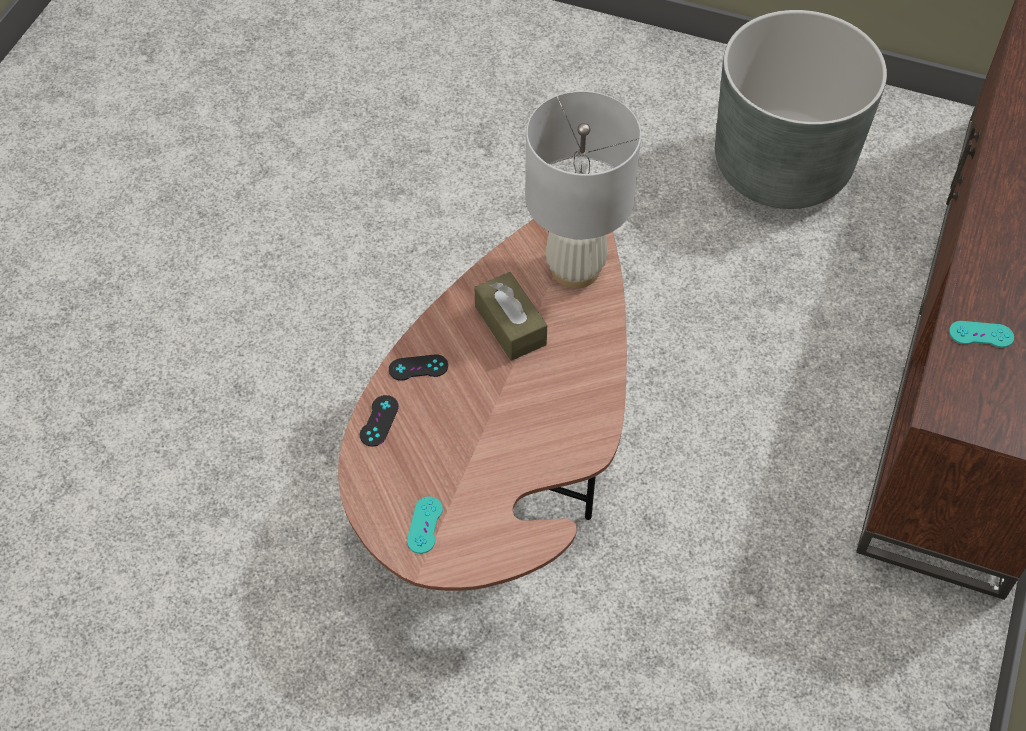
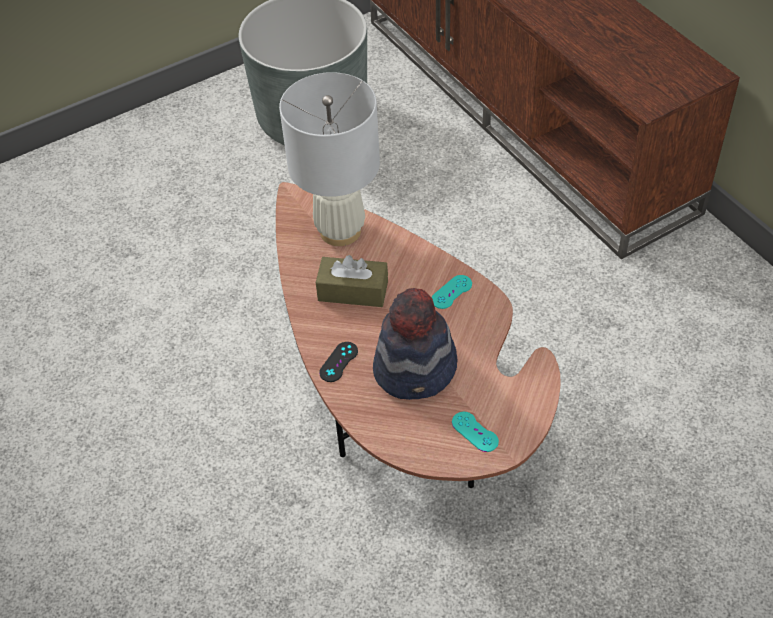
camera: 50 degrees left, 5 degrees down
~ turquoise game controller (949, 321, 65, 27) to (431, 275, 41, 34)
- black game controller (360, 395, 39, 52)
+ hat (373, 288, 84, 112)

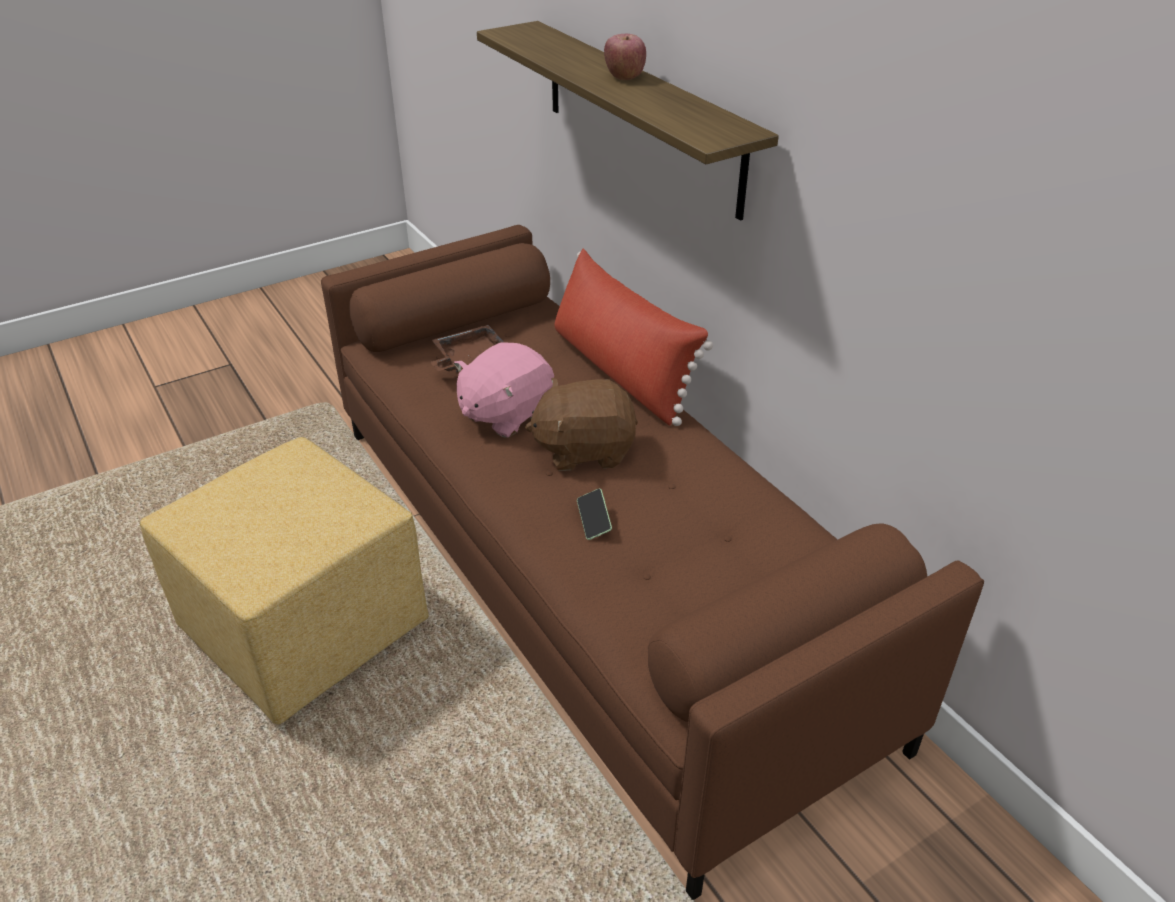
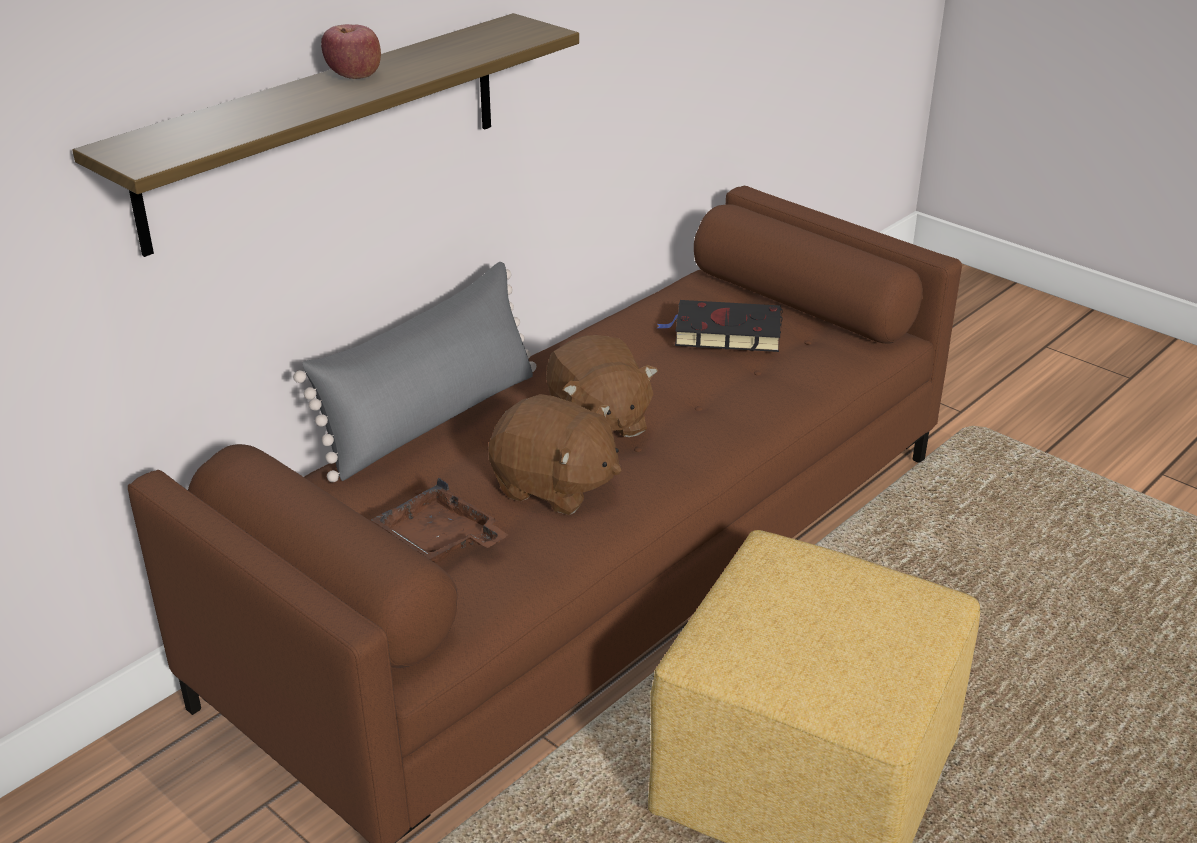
camera: 105 degrees left, 5 degrees down
~ red pillow (555, 249, 158, 177) to grey pillow (293, 262, 243, 220)
~ pink plush toy (454, 342, 100, 96) to brown plush toy (488, 394, 134, 121)
- phone (577, 489, 35, 51)
+ black book (658, 300, 125, 52)

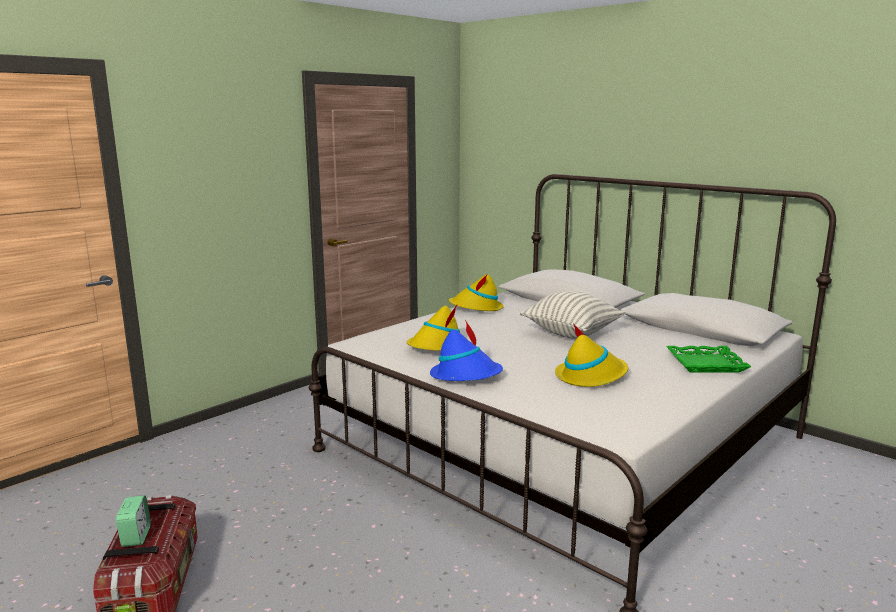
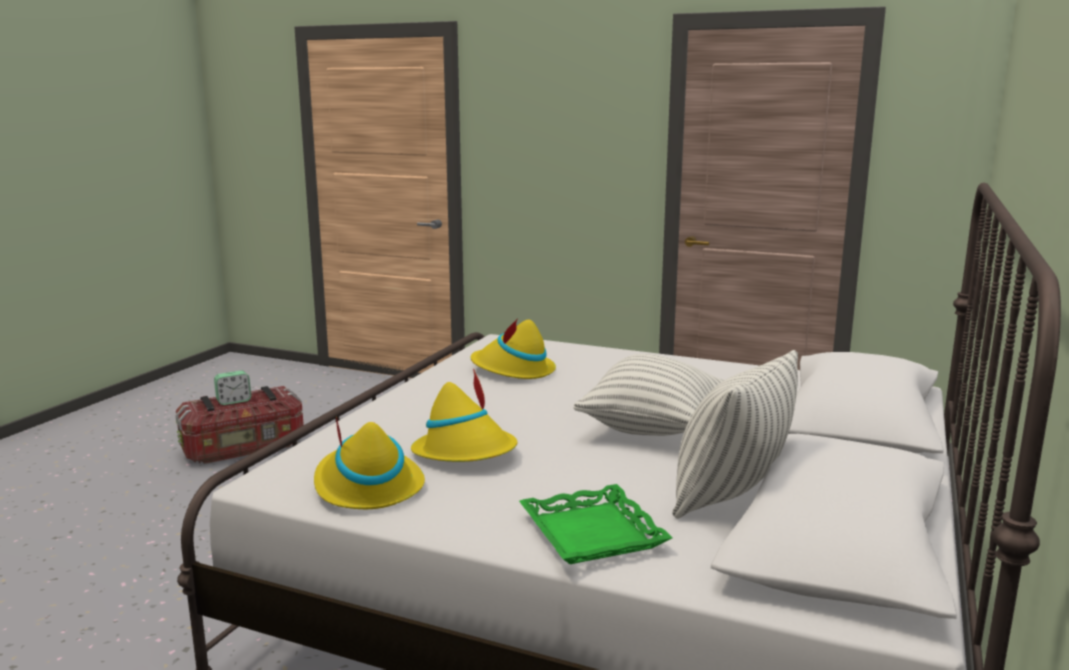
camera: 70 degrees right, 0 degrees up
~ yellow hat (449, 274, 55, 37) to (314, 417, 111, 92)
- blue hat (430, 320, 73, 61)
+ pillow (672, 350, 126, 169)

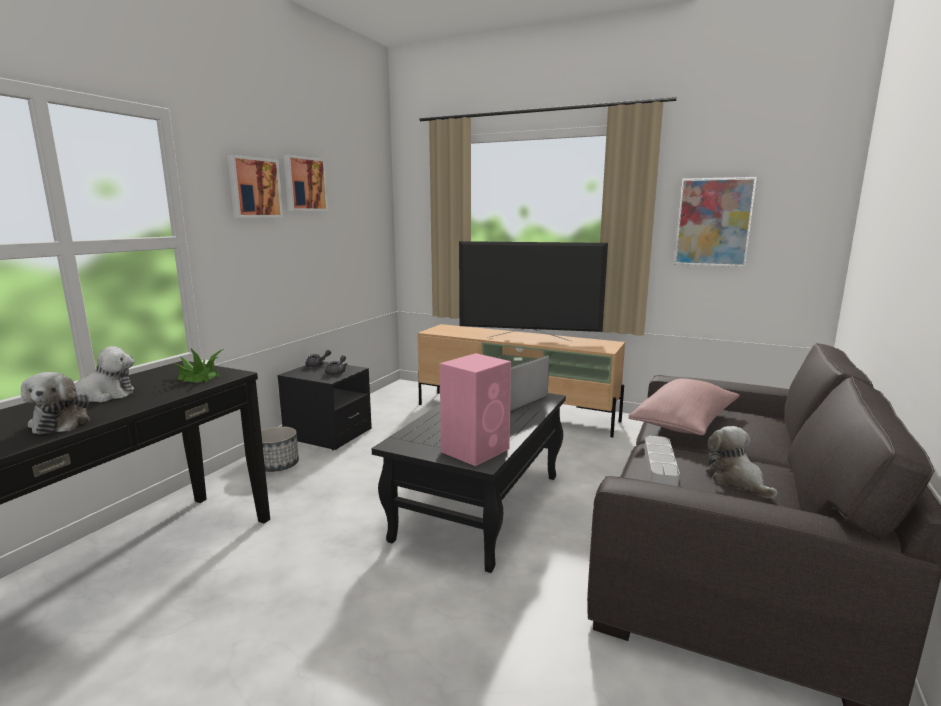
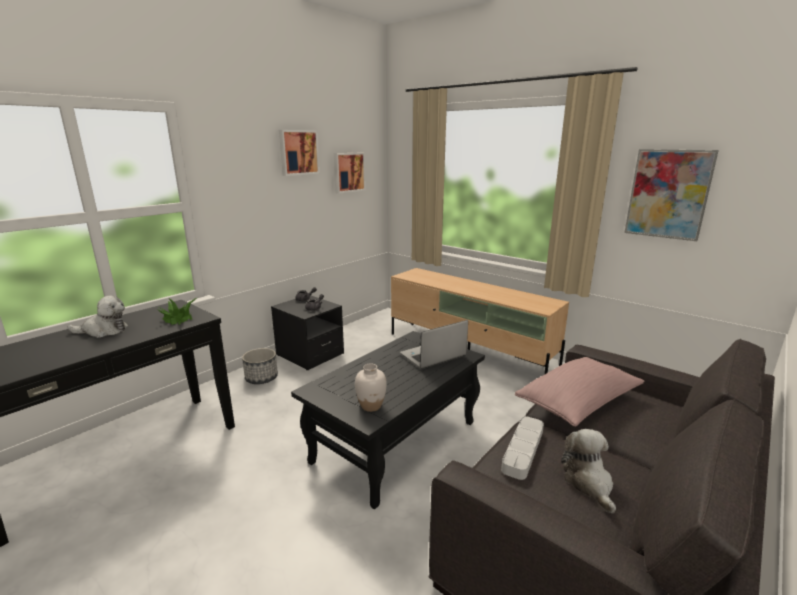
camera: 15 degrees right, 5 degrees up
~ picture (227, 155, 56, 63) to (334, 153, 32, 40)
- television (459, 241, 149, 101)
~ pink speaker (440, 353, 71, 113) to white vase (355, 363, 31, 49)
- plush toy (21, 372, 69, 62)

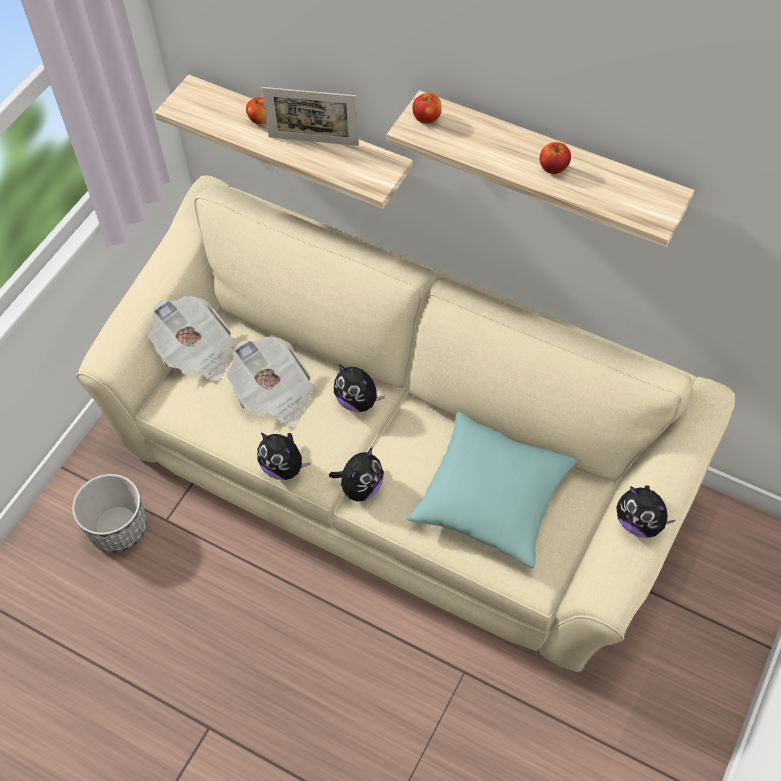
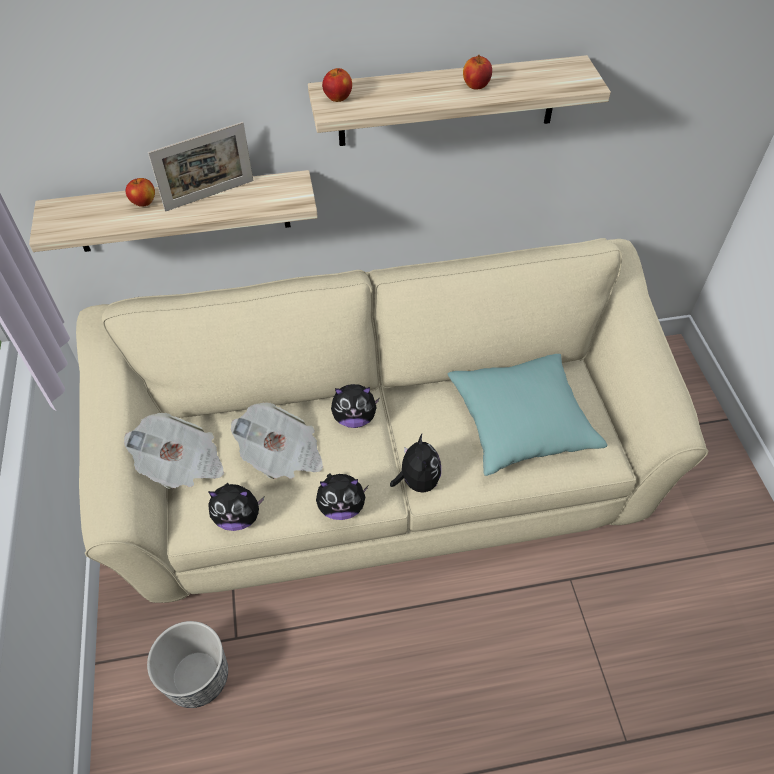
camera: 40 degrees left, 5 degrees down
~ plush toy (616, 486, 59, 52) to (208, 483, 56, 48)

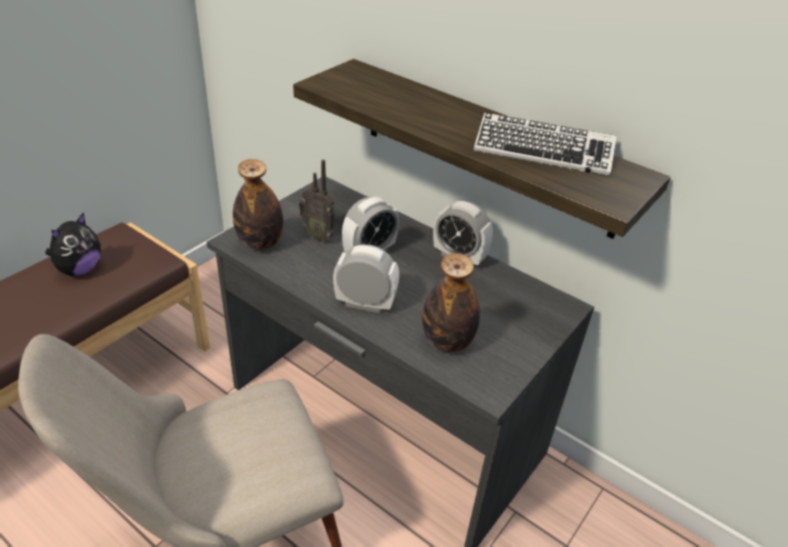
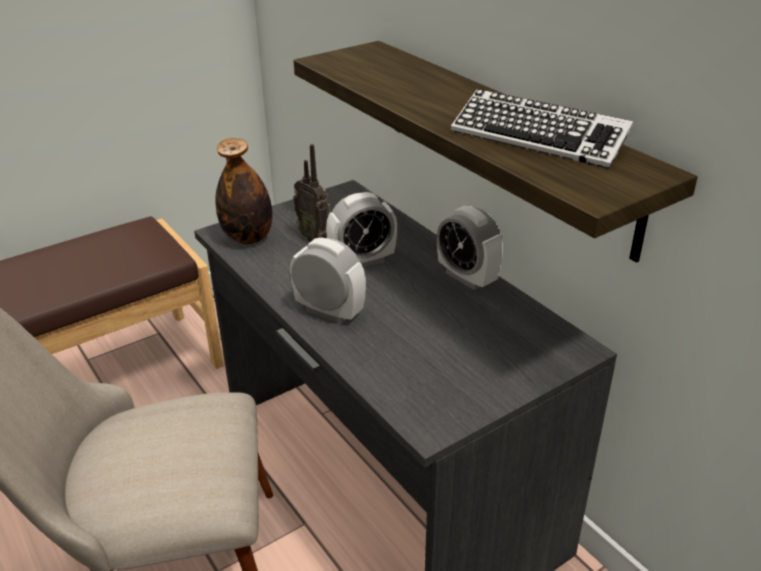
camera: 20 degrees right, 5 degrees down
- plush toy (45, 212, 56, 64)
- bottle (422, 253, 58, 99)

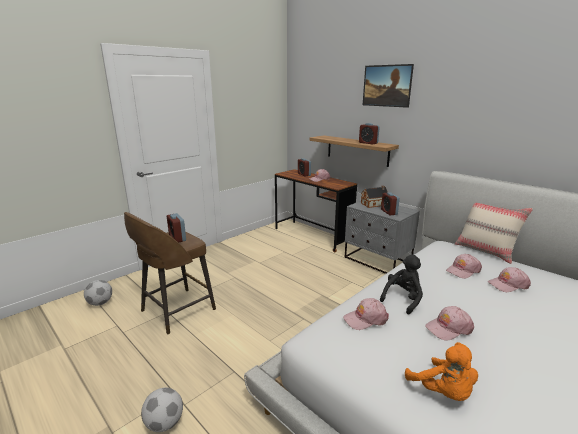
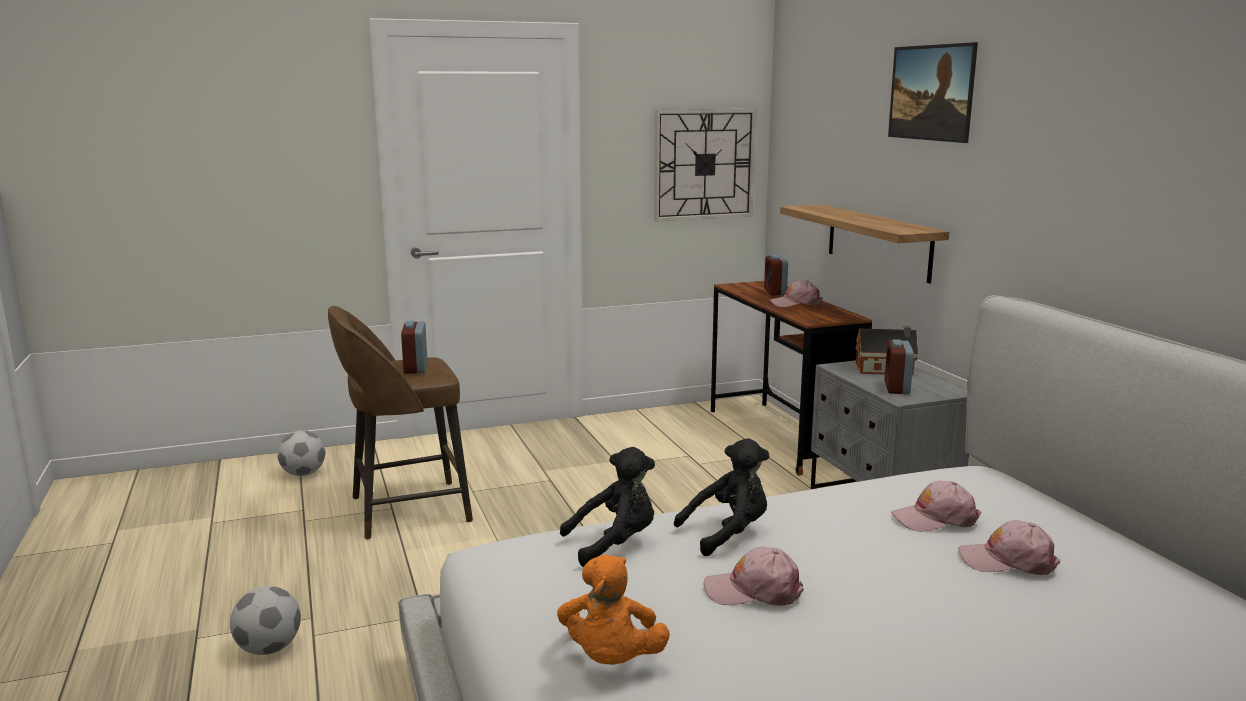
camera: 25 degrees right, 5 degrees down
- alarm clock (359, 123, 21, 22)
- beige pillow (455, 203, 78, 61)
~ pink cap (343, 298, 46, 32) to black plush toy (560, 447, 95, 120)
+ wall clock (654, 109, 103, 113)

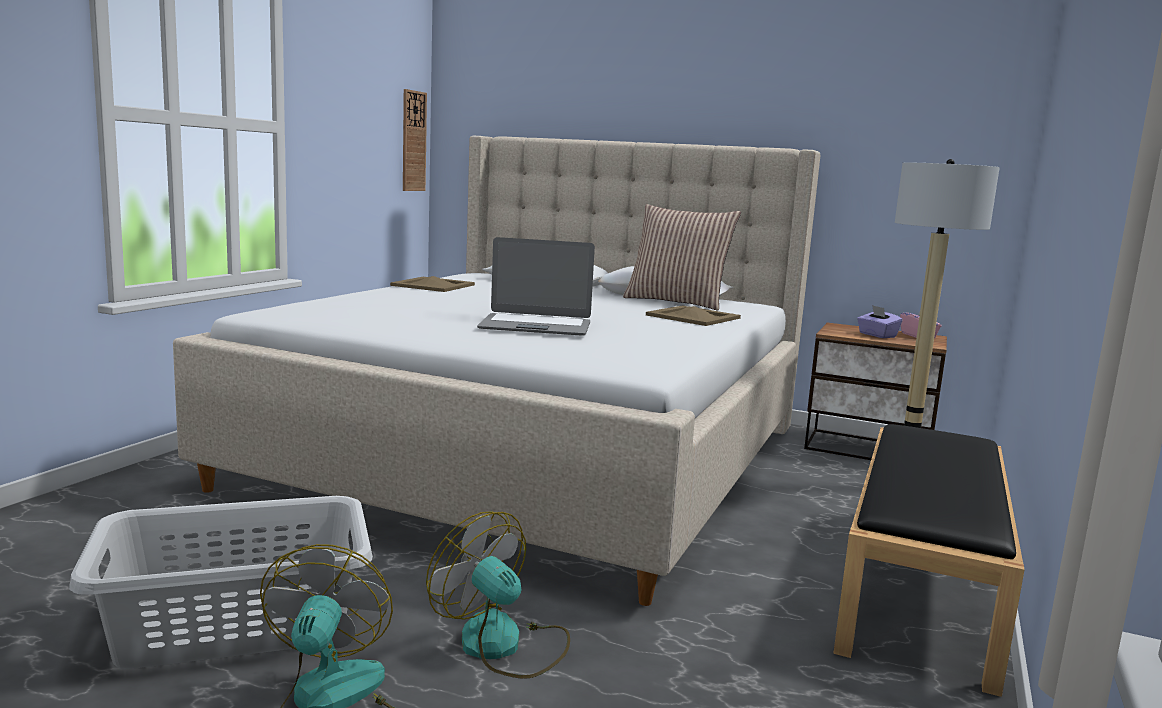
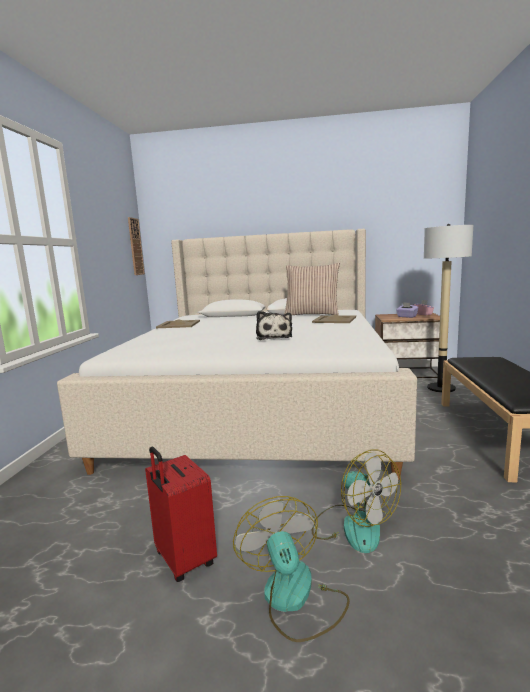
camera: 15 degrees left, 0 degrees up
~ laptop (477, 237, 118, 99) to plush toy (256, 311, 36, 29)
~ grey laundry basket (69, 496, 304, 173) to red suitcase (145, 447, 72, 135)
~ fan (426, 511, 144, 168) = (312, 449, 89, 104) 150 degrees counterclockwise

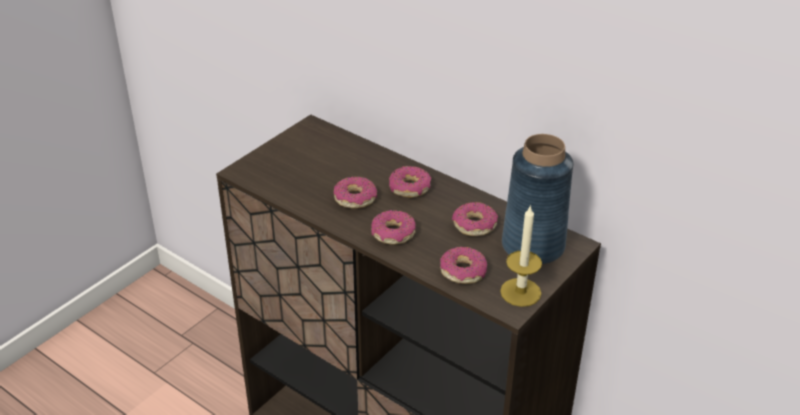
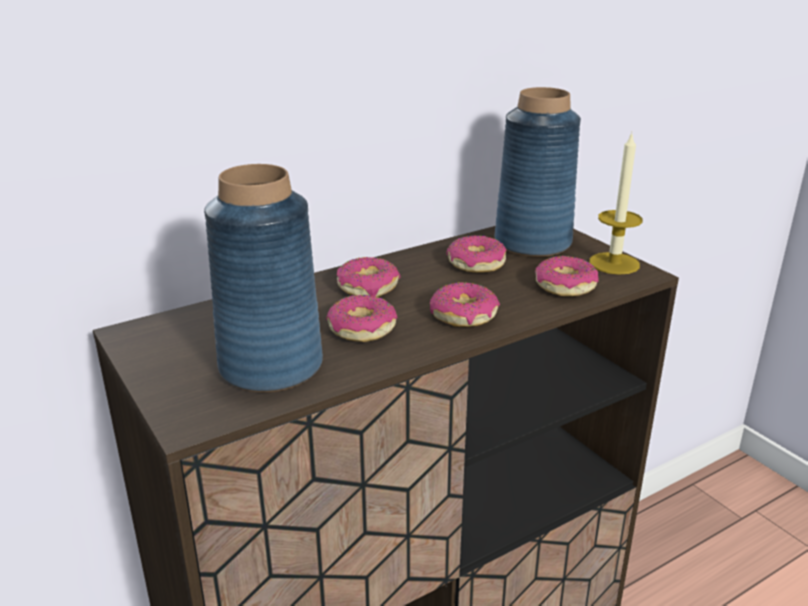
camera: 70 degrees left, 10 degrees down
+ blue vase (204, 164, 119, 228)

